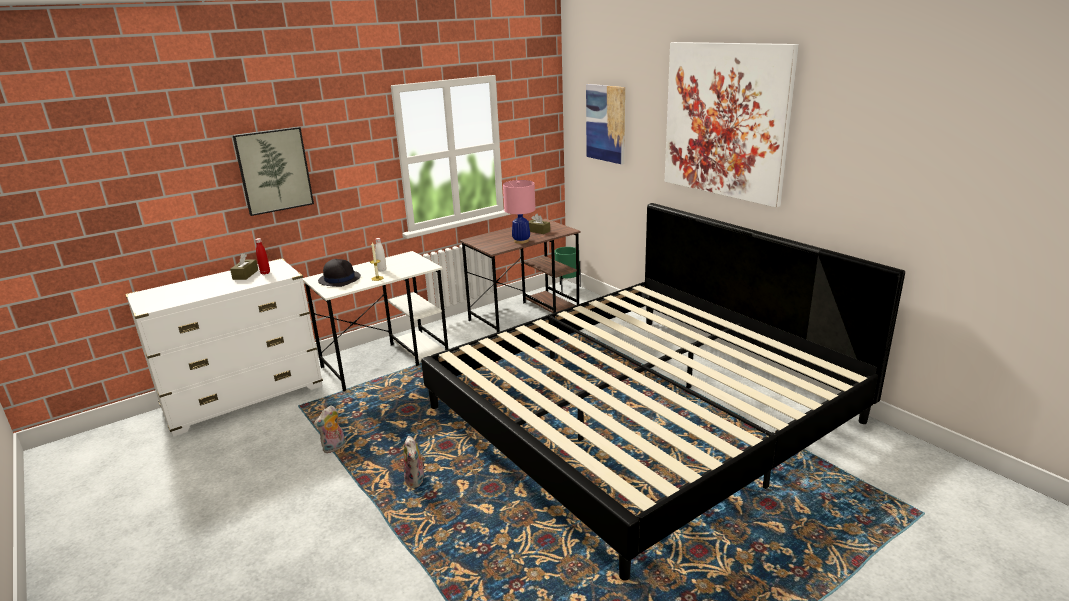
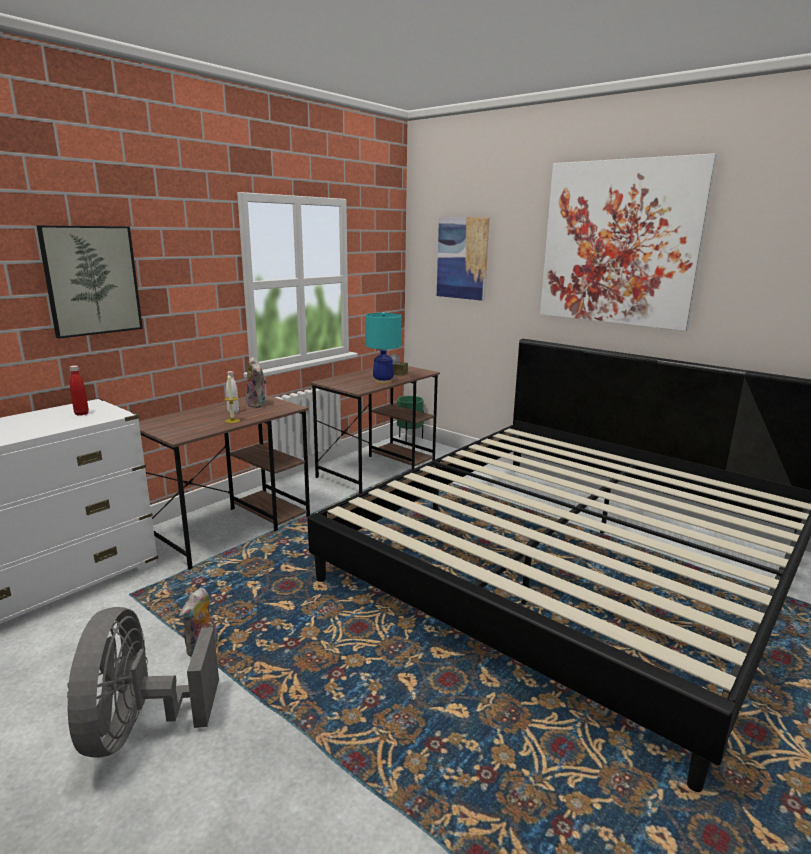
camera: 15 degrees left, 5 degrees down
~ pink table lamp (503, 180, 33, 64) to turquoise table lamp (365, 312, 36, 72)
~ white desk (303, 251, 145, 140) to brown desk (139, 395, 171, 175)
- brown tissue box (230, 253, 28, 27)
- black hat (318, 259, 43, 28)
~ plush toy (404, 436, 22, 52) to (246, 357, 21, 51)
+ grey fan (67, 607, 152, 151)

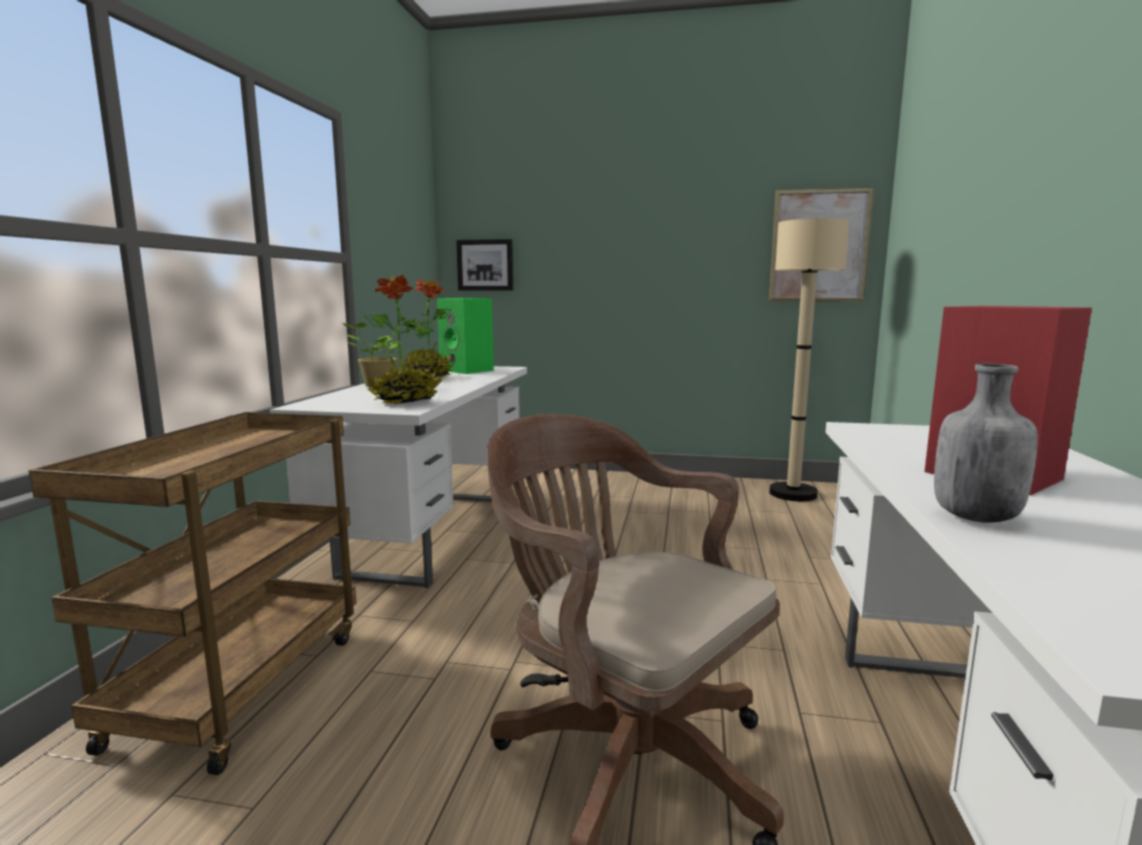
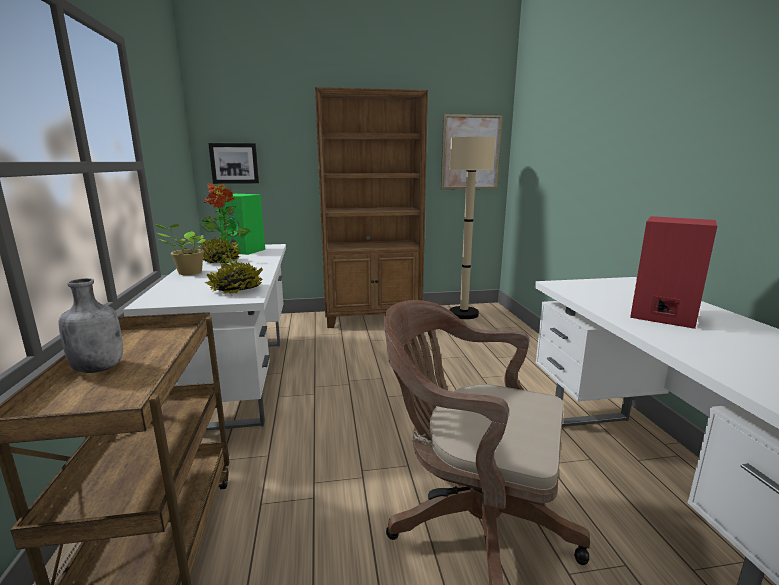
camera: 20 degrees left, 5 degrees up
~ grey bottle (934, 364, 104, 159) to (59, 278, 64, 95)
+ brown bookcase (315, 87, 113, 241)

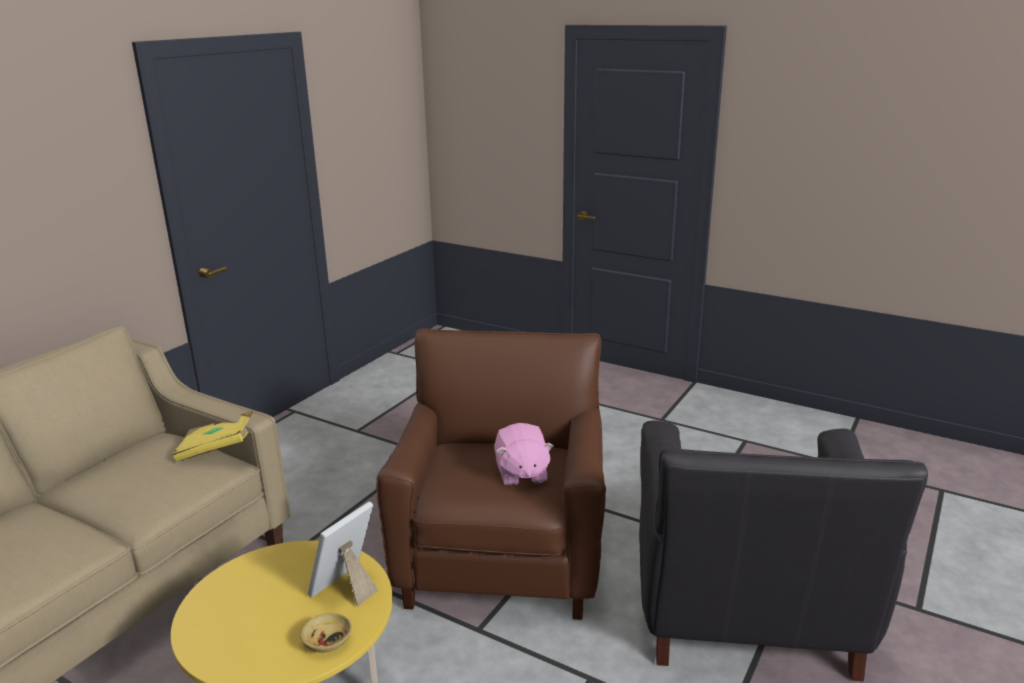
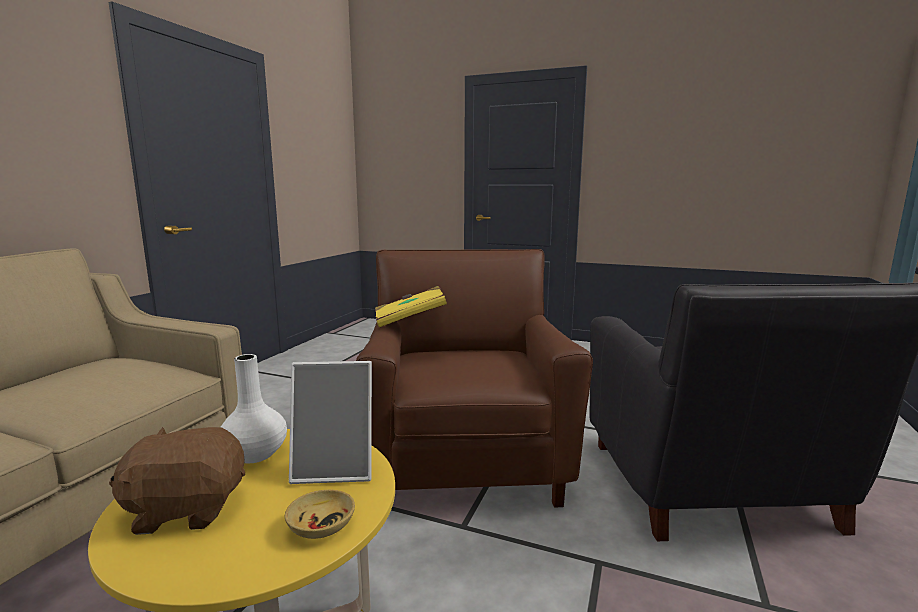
camera: 10 degrees left, 10 degrees down
~ yellow book (173, 411, 81, 50) to (375, 286, 72, 41)
- pink plush toy (494, 423, 60, 62)
~ picture frame (308, 501, 70, 106) = (289, 361, 83, 123) 120 degrees counterclockwise
+ white vase (221, 354, 66, 109)
+ brown plush toy (109, 427, 136, 108)

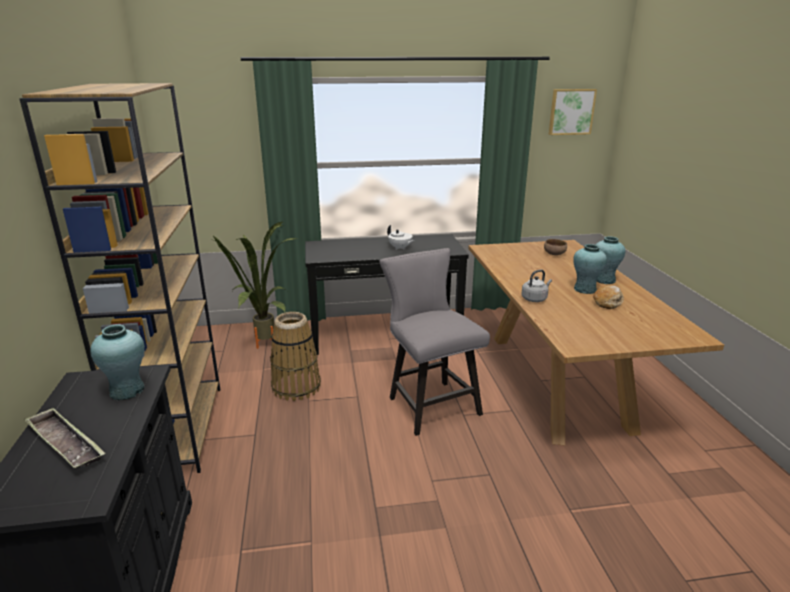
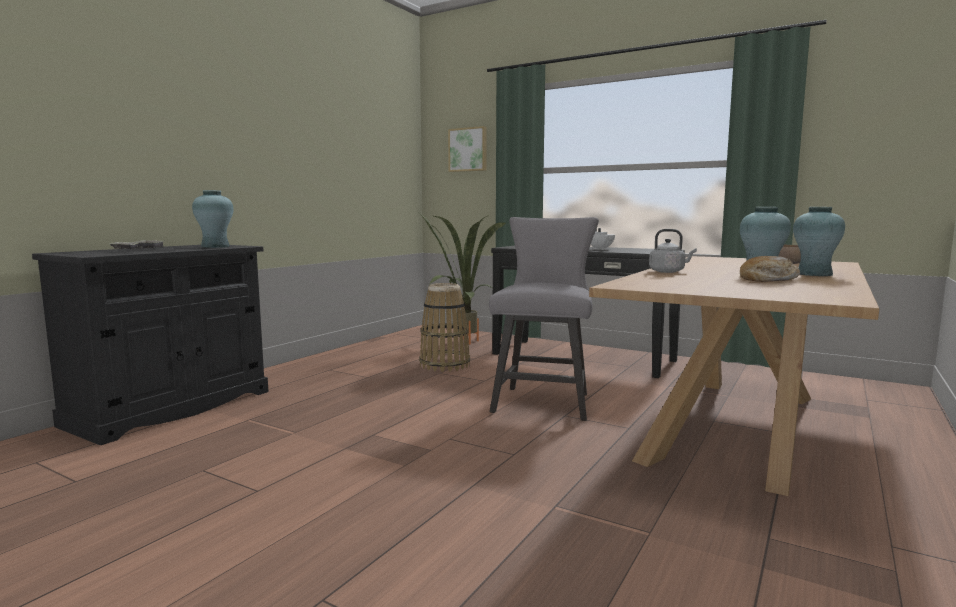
camera: 40 degrees right, 15 degrees down
- brown bookcase (20, 83, 200, 390)
~ picture (549, 89, 48, 46) to (448, 126, 39, 46)

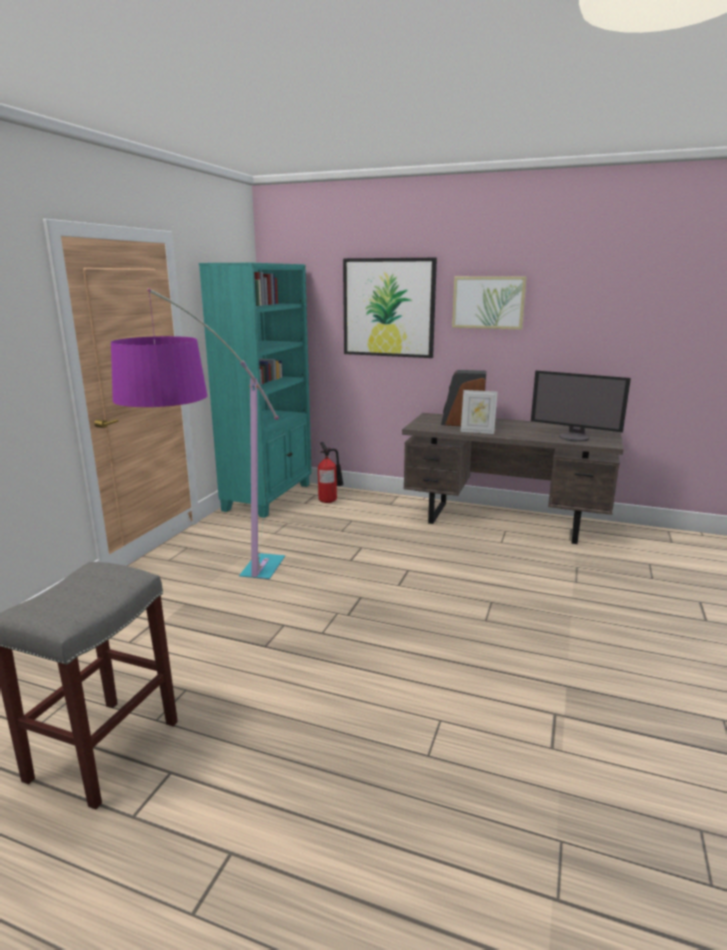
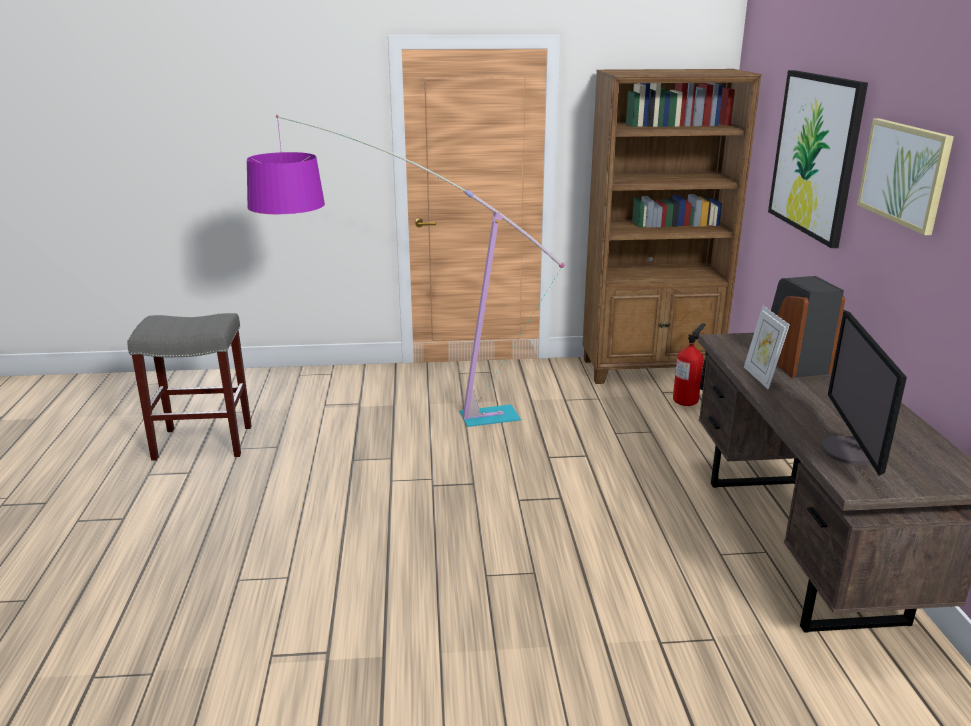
camera: 65 degrees right, 5 degrees up
~ turquoise bookcase (199, 263, 113, 255) to brown bookcase (583, 69, 178, 315)

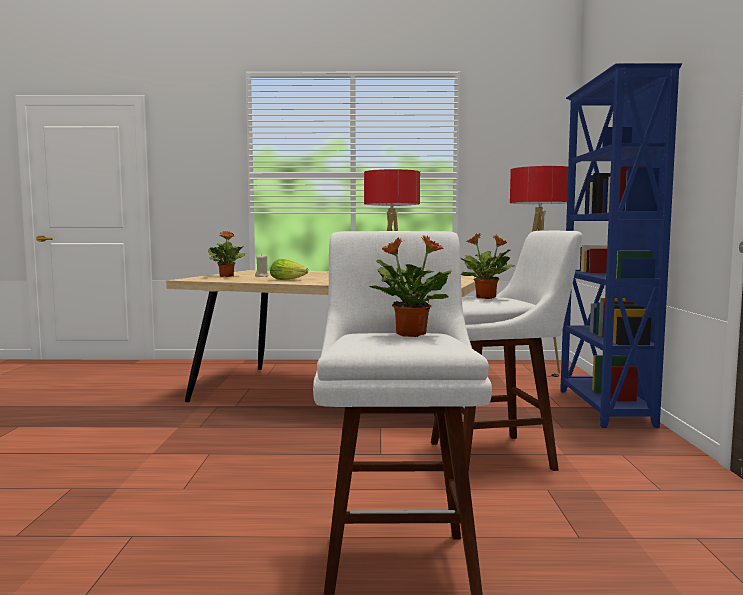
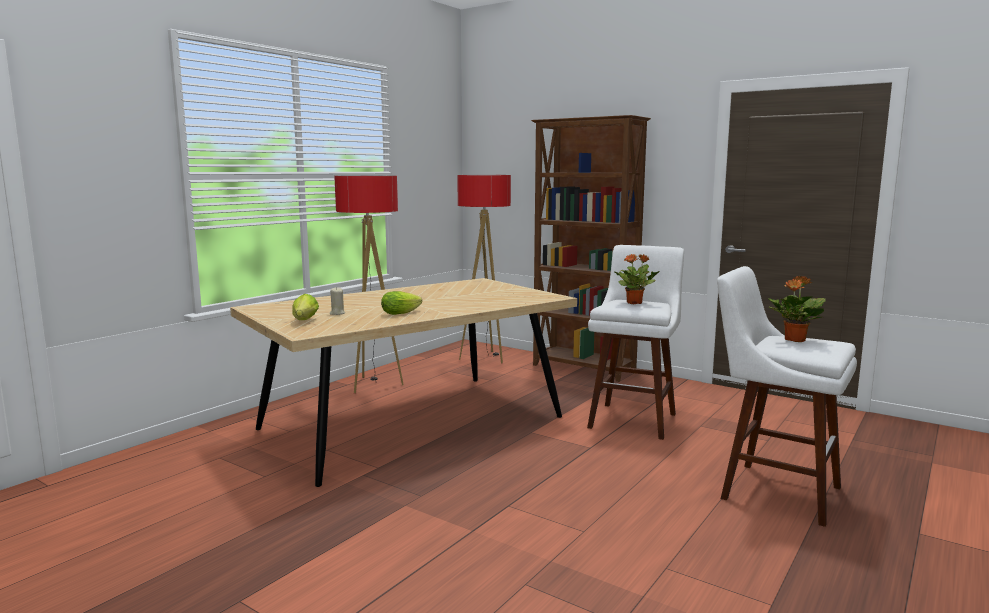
camera: 55 degrees left, 5 degrees up
~ blue bookcase (560, 63, 122, 365) to brown bookcase (531, 115, 120, 267)
~ potted plant (208, 231, 37, 46) to lettuce (292, 294, 27, 26)

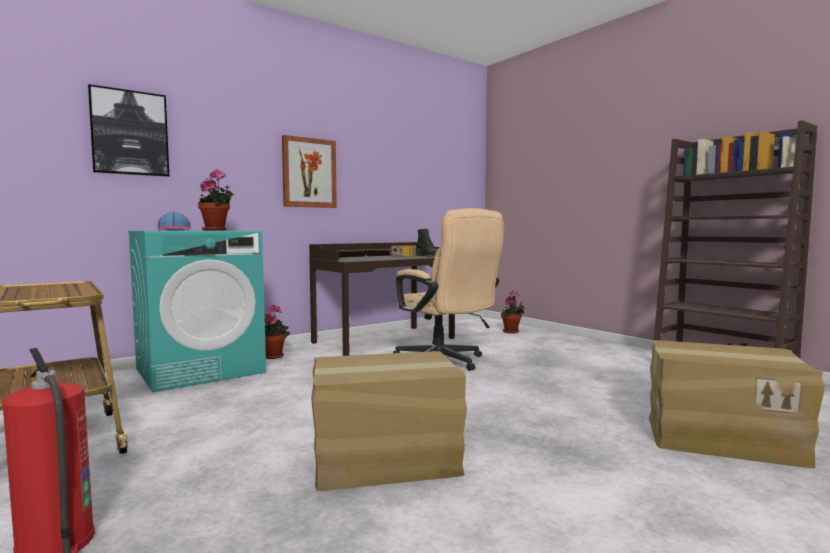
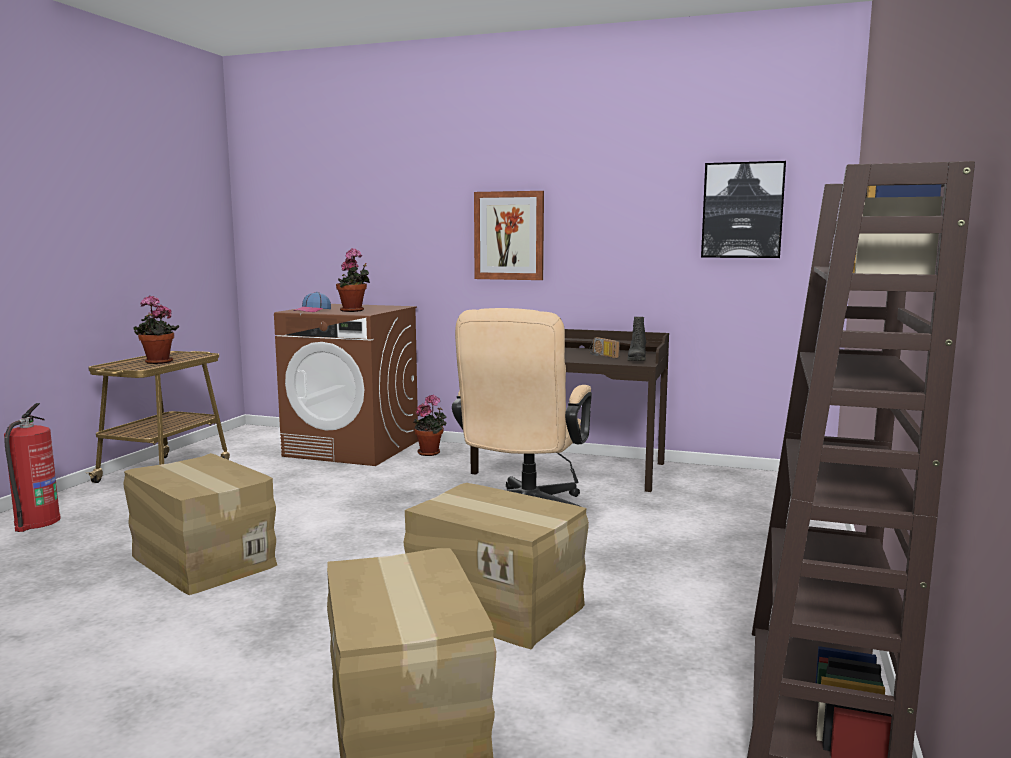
camera: 55 degrees right, 5 degrees up
~ picture (88, 84, 81, 93) to (701, 161, 85, 97)
~ turquoise washing machine (128, 231, 138, 162) to brown washing machine (274, 304, 144, 162)
~ potted plant (501, 290, 23, 43) to (133, 296, 46, 68)
+ cardboard box (404, 483, 185, 167)

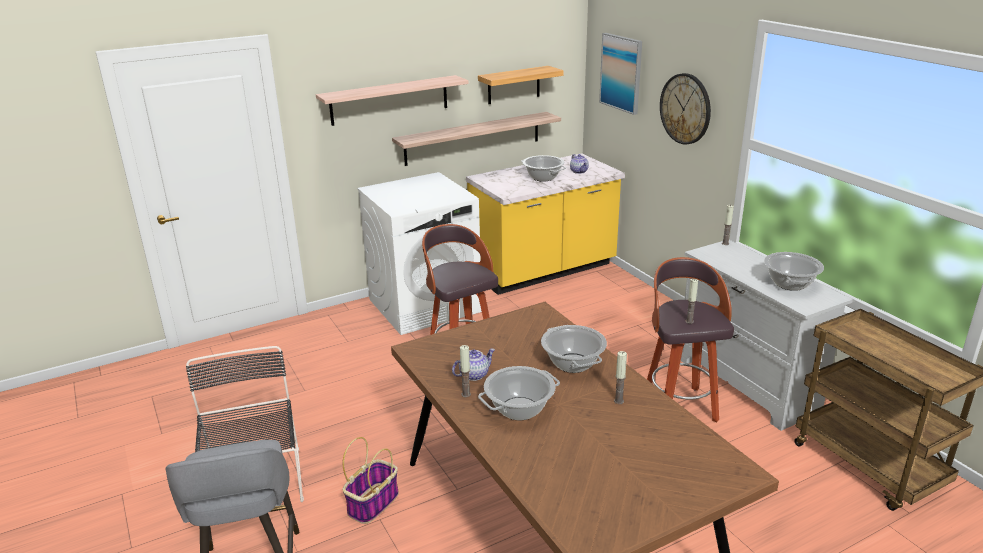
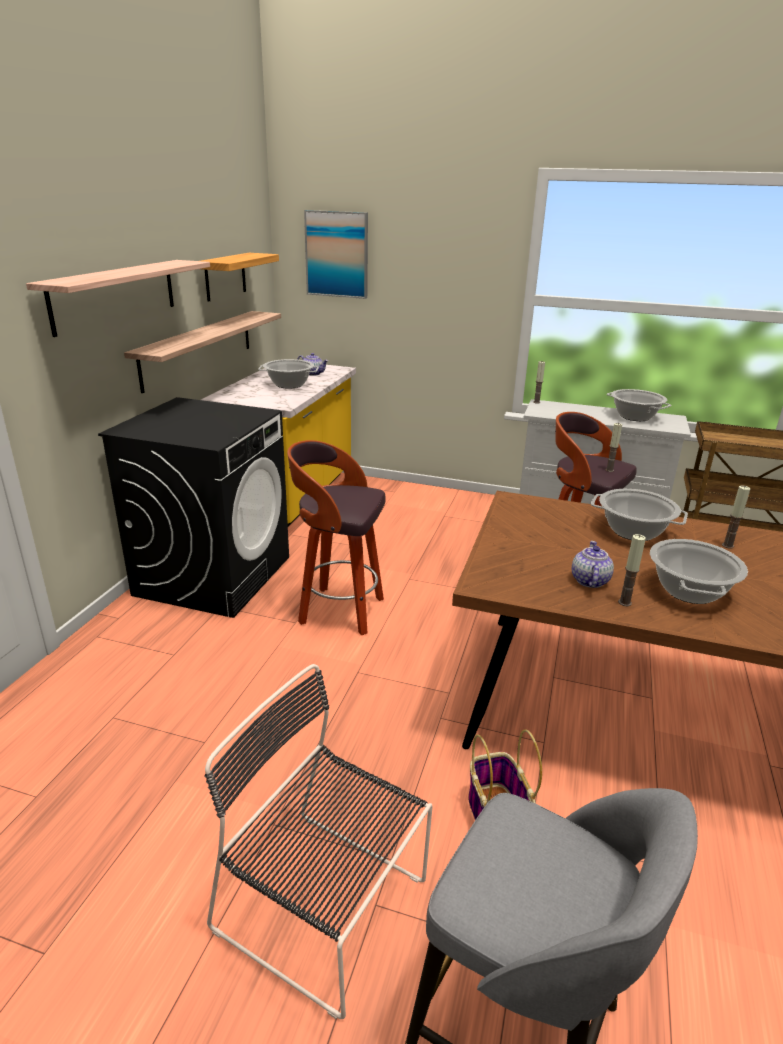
camera: 45 degrees left, 0 degrees up
- wall clock (660, 73, 51, 72)
~ white washing machine (357, 172, 125, 163) to black washing machine (98, 397, 191, 221)

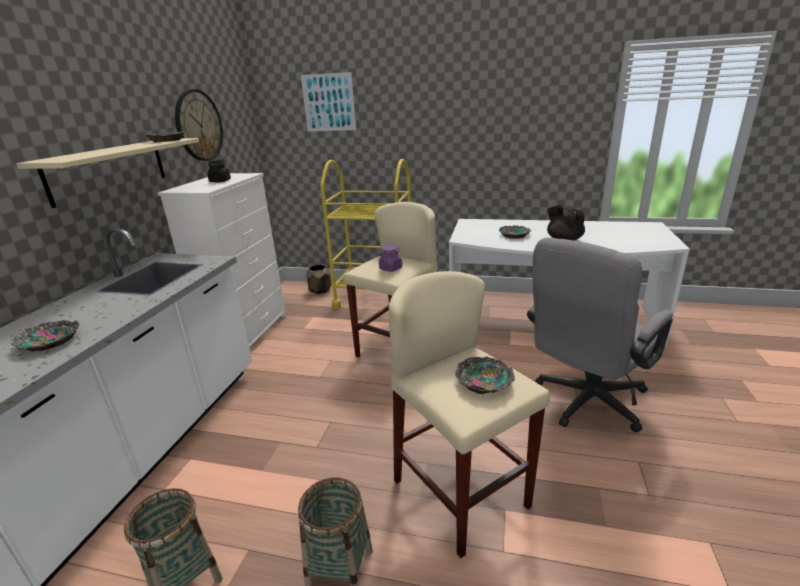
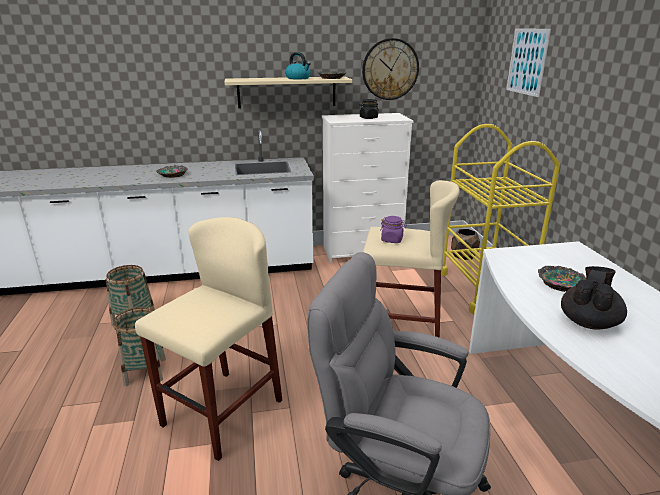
camera: 65 degrees right, 0 degrees up
- bowl (455, 356, 60, 38)
+ kettle (285, 52, 26, 27)

